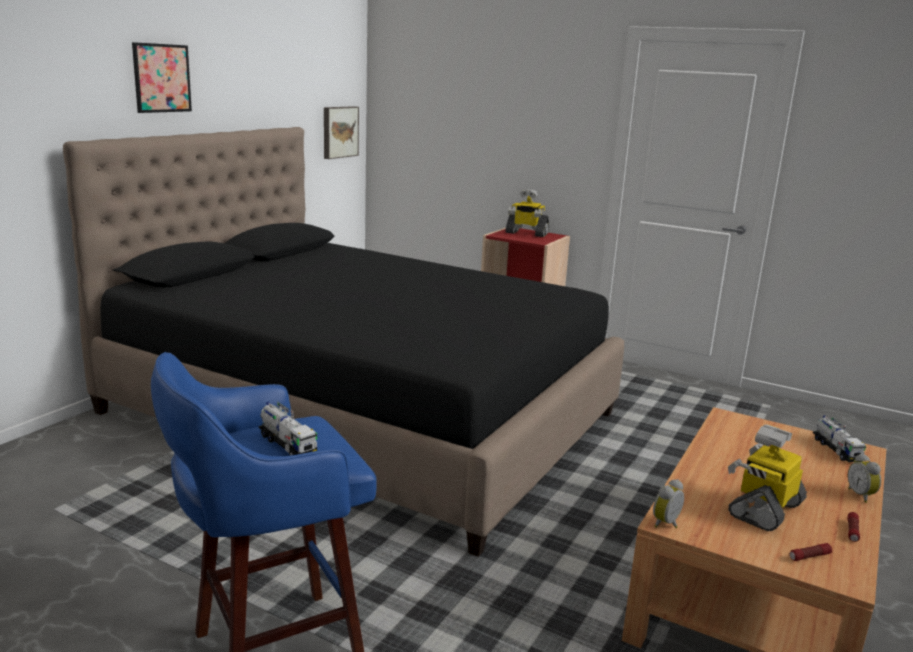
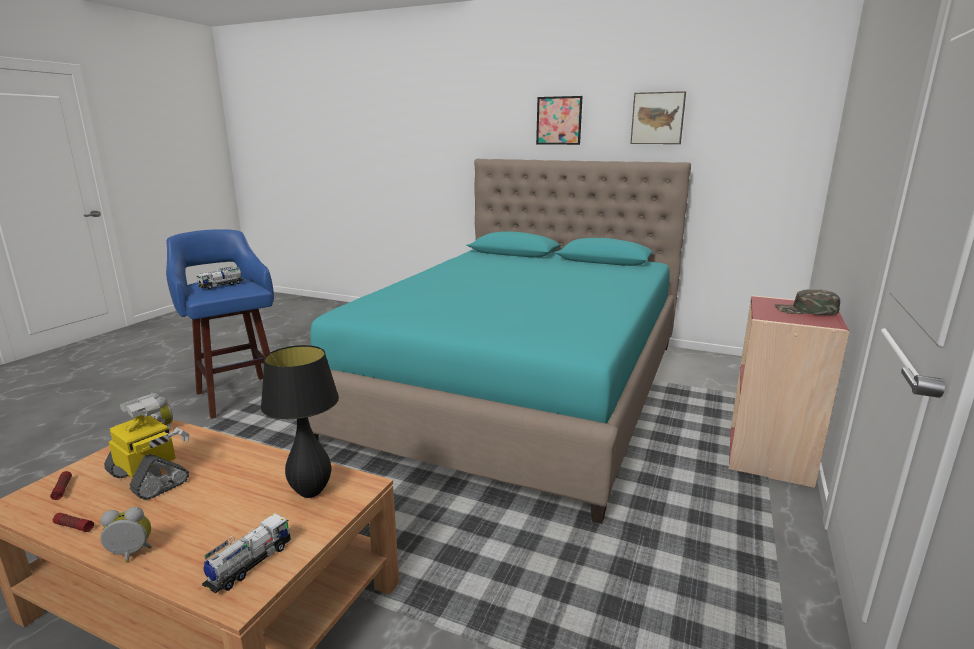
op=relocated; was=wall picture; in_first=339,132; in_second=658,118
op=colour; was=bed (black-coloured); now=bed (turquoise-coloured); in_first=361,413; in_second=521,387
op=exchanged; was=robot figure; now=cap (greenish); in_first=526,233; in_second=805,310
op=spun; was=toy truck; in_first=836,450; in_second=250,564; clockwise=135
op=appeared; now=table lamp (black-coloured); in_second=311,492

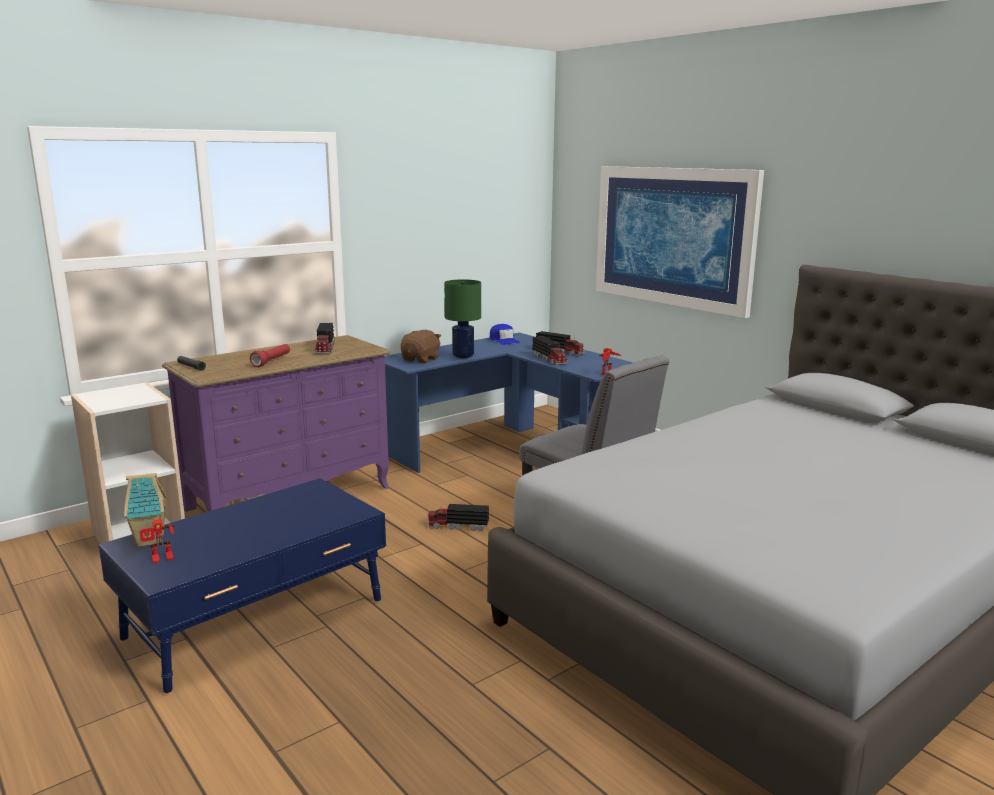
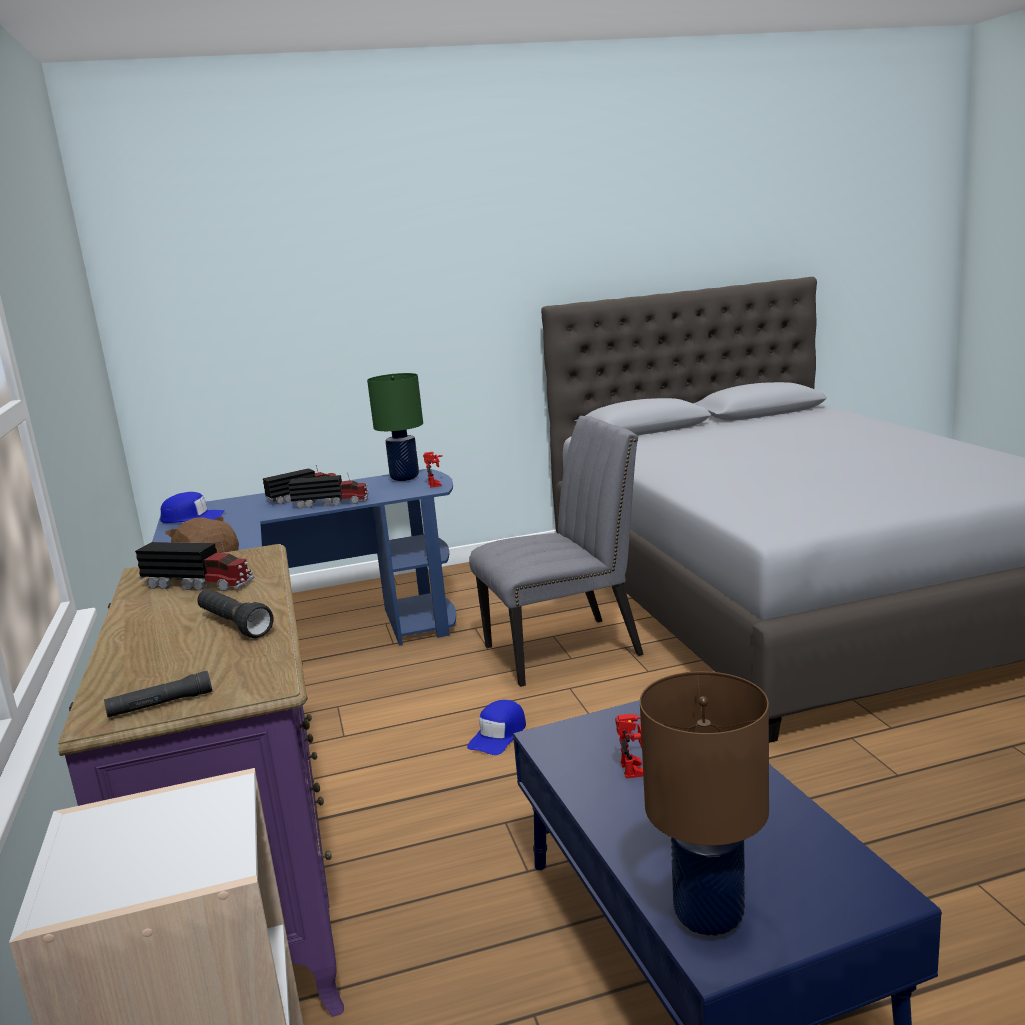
op=missing; was=wall picture; in_first=673,236
op=relocated; was=table lamp (greenish); in_first=463,357; in_second=405,479
op=colour; was=flashlight (red); now=flashlight (black-coloured); in_first=272,361; in_second=234,625
op=exchanged; was=toy house; now=table lamp (brownish); in_first=151,540; in_second=710,917
op=exchanged; was=toy truck; now=cap (blue); in_first=457,526; in_second=498,735
op=relocated; was=robot figure; in_first=161,560; in_second=637,770

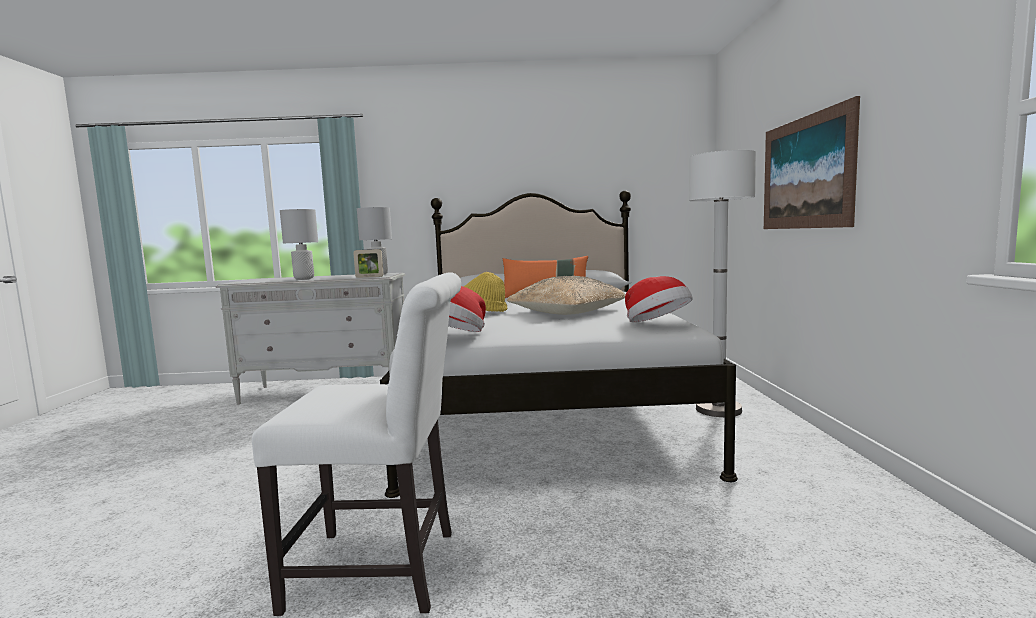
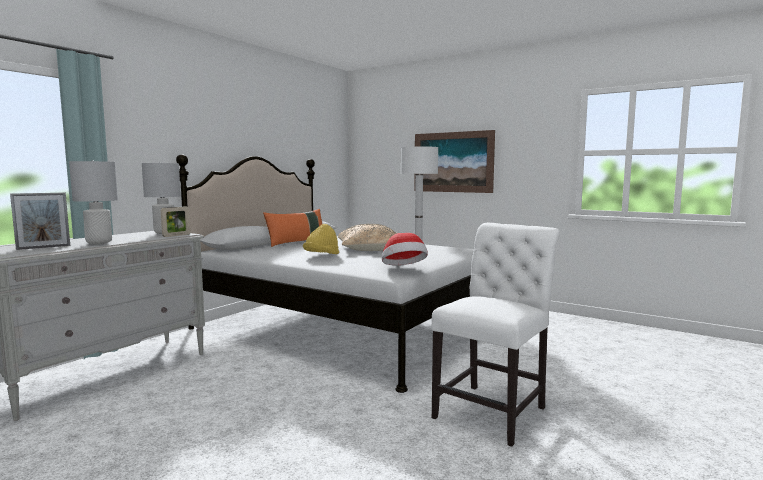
op=missing; was=hat; in_first=657,324
op=appeared; now=picture frame; in_second=43,247

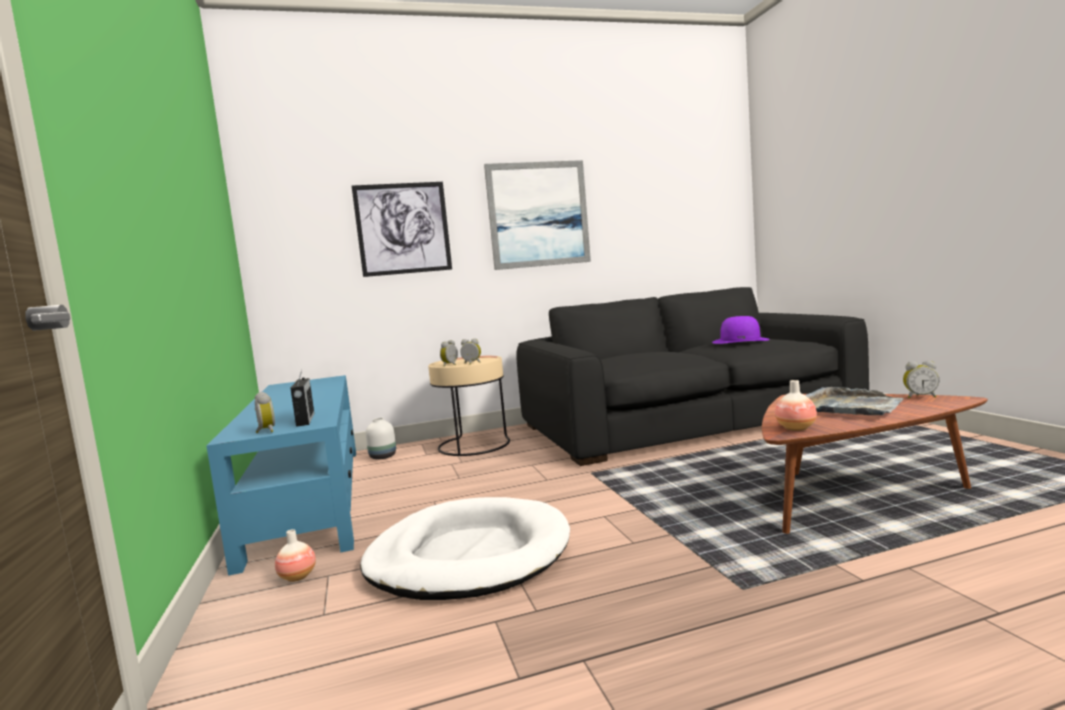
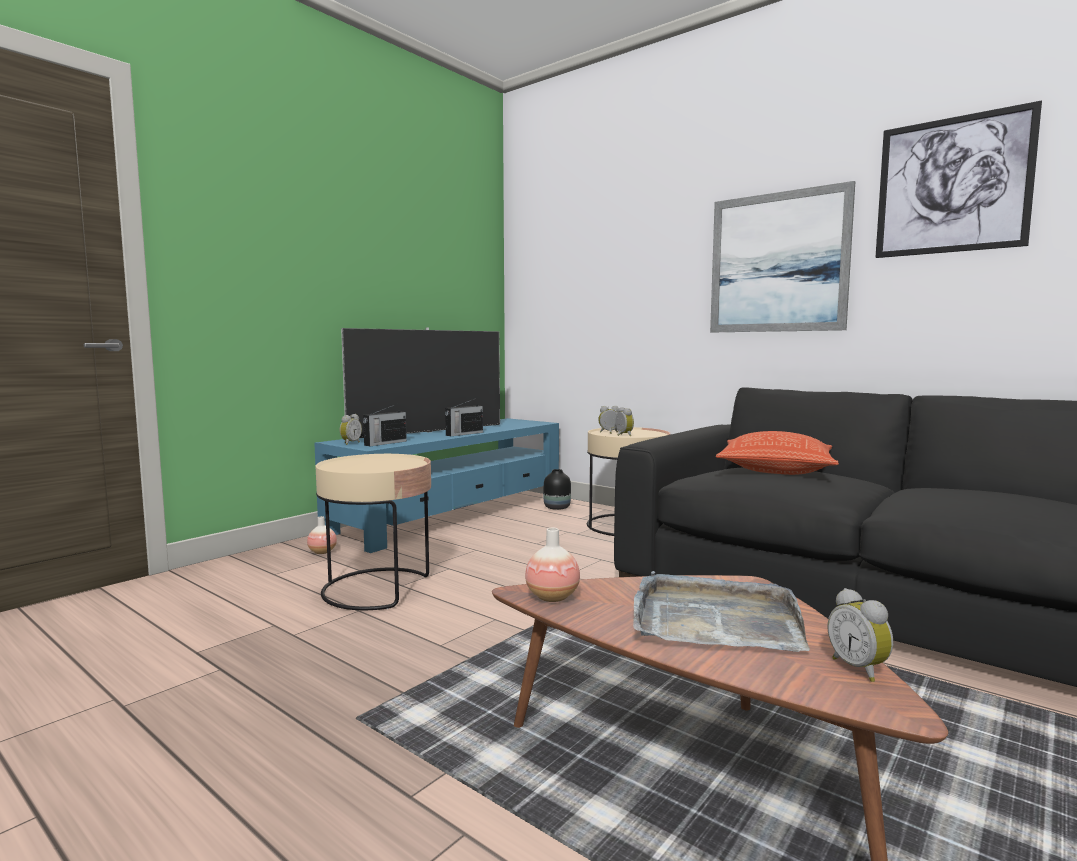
op=relocated; was=wall picture; in_first=403,228; in_second=952,185
op=missing; was=hat (purplish); in_first=740,341
op=colour; was=decorative vase (white); now=decorative vase (black-coloured); in_first=383,456; in_second=557,507
op=exchanged; was=dog bed (white); now=side table (beige-coloured); in_first=468,555; in_second=378,588
op=appeared; now=TV; in_second=428,432
op=appeared; now=radio receiver; in_second=463,434
op=appeared; now=pillow (orangey); in_second=776,470

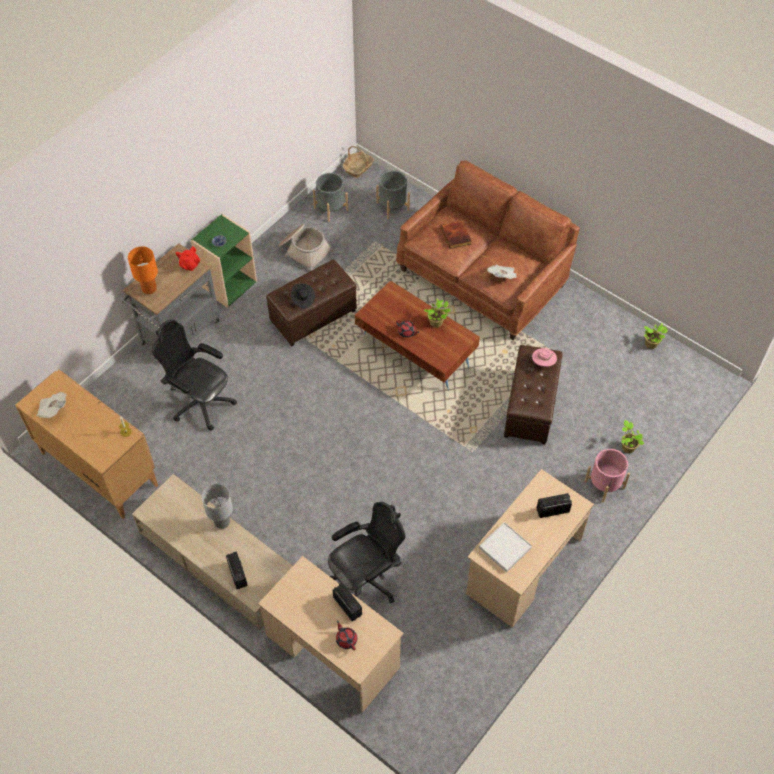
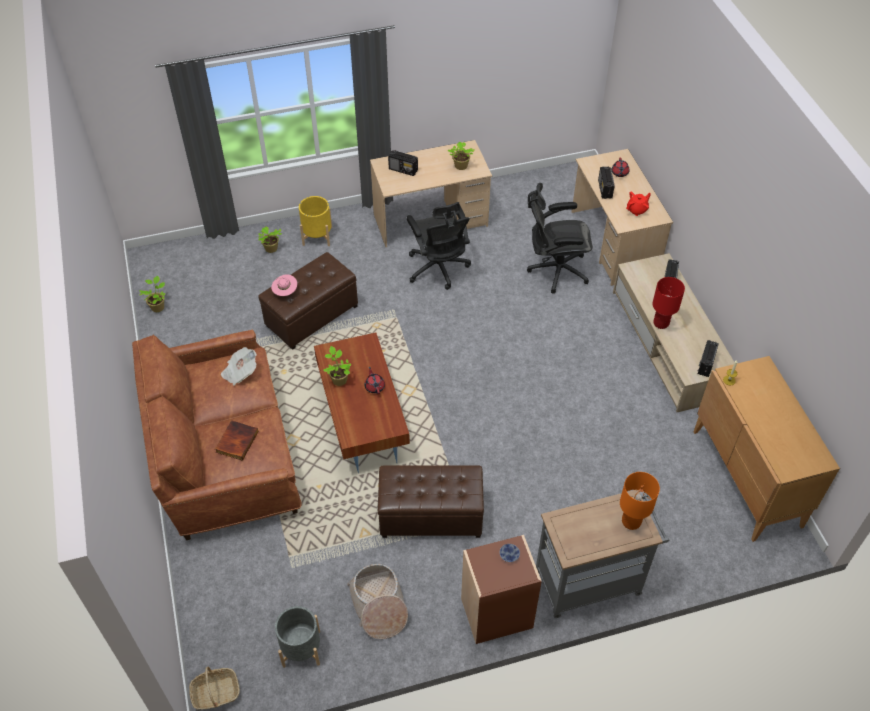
op=missing; was=flower pot (grey); in_first=392,206
op=colour; was=bookcase (greenish); now=bookcase (brownish); in_first=229,284; in_second=496,614
op=relocated; was=teapot (red); in_first=189,265; in_second=637,210
op=missing; was=hat (black-coloured); in_first=302,299
op=relocated; was=office chair; in_first=200,402; in_second=438,270
op=missing; was=newspaper; in_first=53,409
op=colour; was=flower pot (pink); now=flower pot (yellow); in_first=604,484; in_second=317,236
op=colour; was=table lamp (grey); now=table lamp (red); in_first=222,522; in_second=661,324
op=exchanged; was=tray (white); now=plant in a pot; in_first=505,548; in_second=460,166
op=appeared; now=radio receiver; in_second=705,365

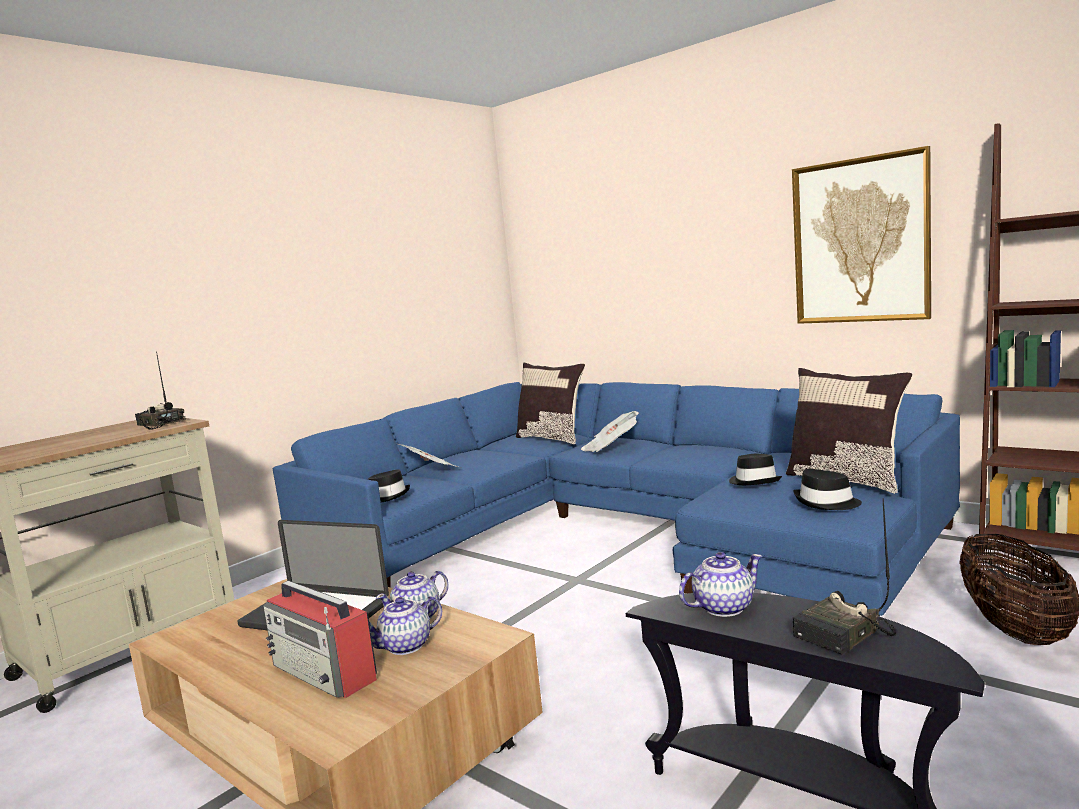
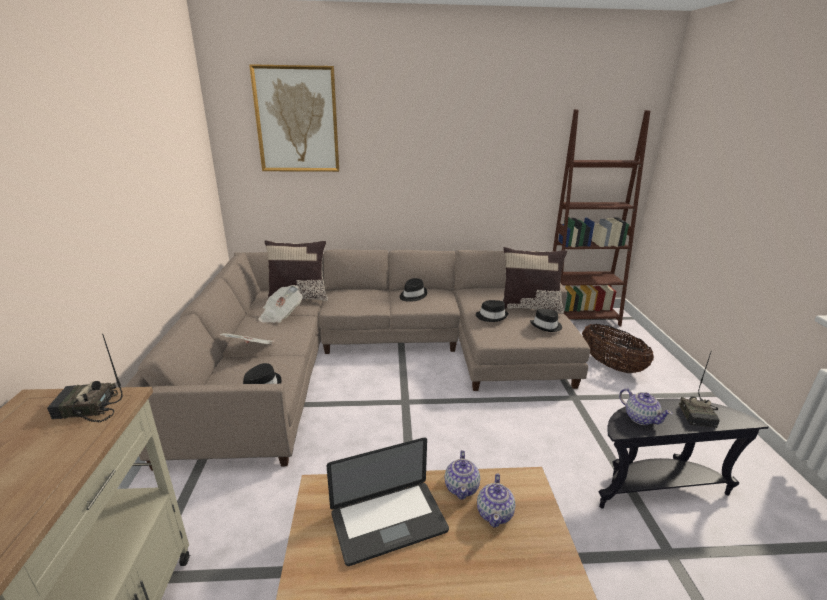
op=relocated; was=wall picture; in_first=860,241; in_second=297,120
op=colour; was=sofa (blue); now=sofa (beige-coloured); in_first=612,528; in_second=372,354
op=relocated; was=newspaper; in_first=610,448; in_second=281,315
op=spun; was=teapot; in_first=722,607; in_second=640,418; clockwise=120
op=missing; was=radio receiver; in_first=325,672
op=appeared; now=hat (black-coloured); in_second=412,295

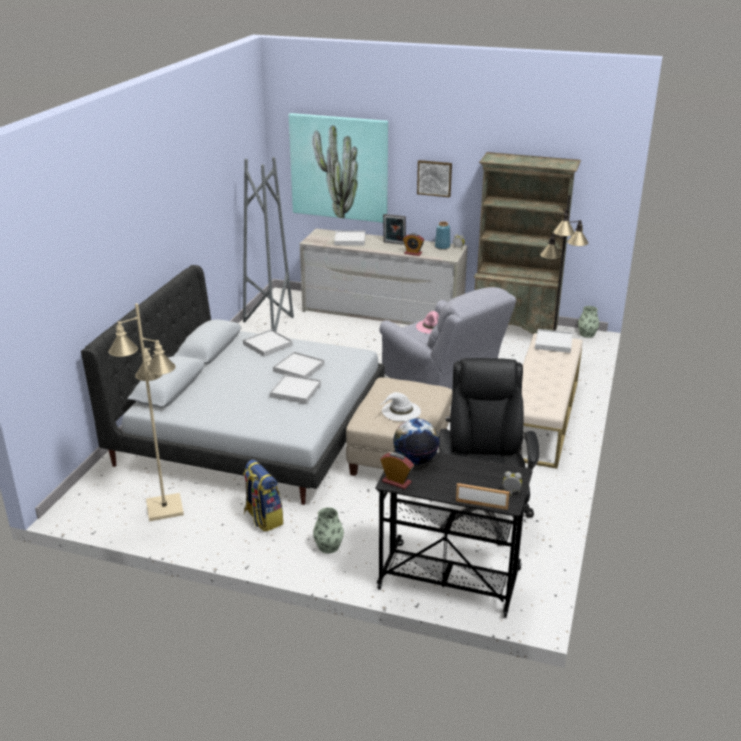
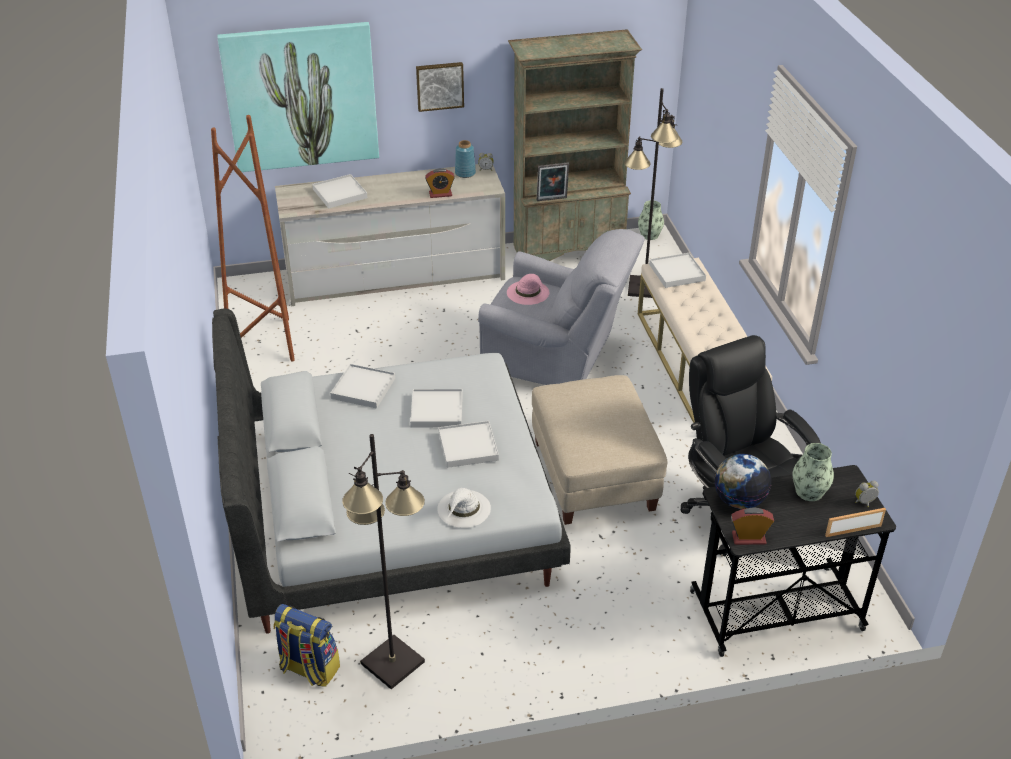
op=colour; was=garment rack (grey); now=garment rack (brownish); in_first=270,326; in_second=269,342
op=relocated; was=picture frame; in_first=394,243; in_second=552,200
op=colour; was=standing lamp (beige-coloured); now=standing lamp (black-coloured); in_first=164,508; in_second=391,663
op=relocated; was=hat (white); in_first=400,411; in_second=464,509
op=relocated; was=backpack; in_first=263,518; in_second=308,669
op=relocated; was=decorative vase; in_first=328,546; in_second=809,491

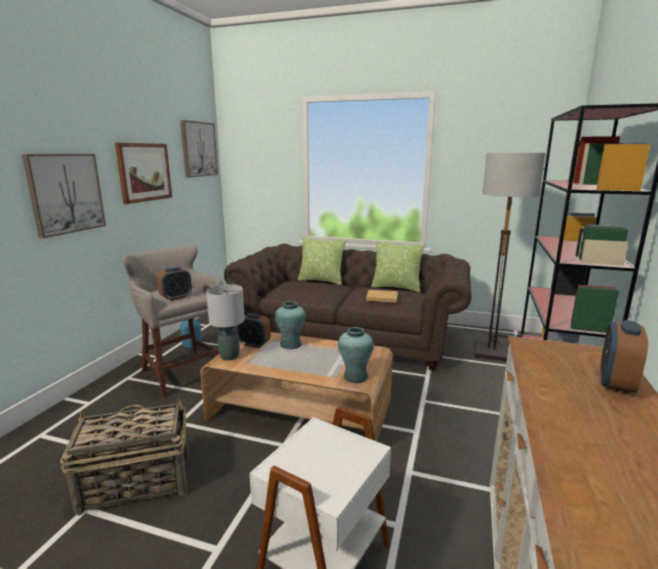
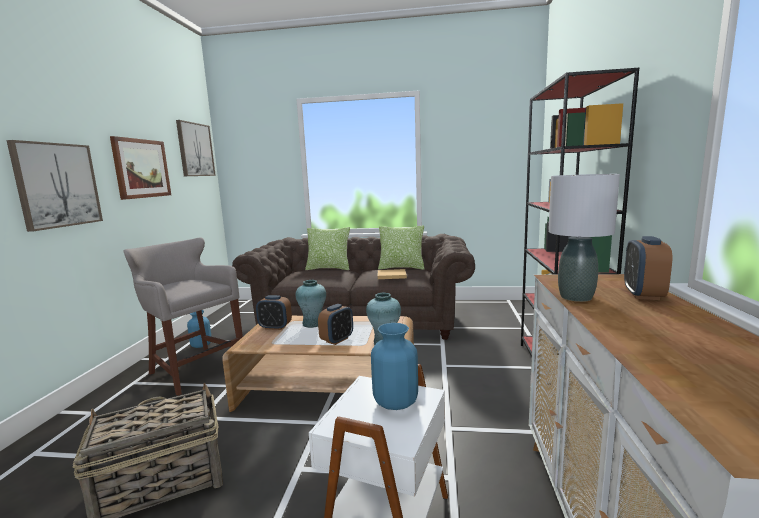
op=missing; was=standing lamp; in_first=495,349
op=relocated; was=bedside clock; in_first=176,297; in_second=337,340
op=relocated; was=table lamp (grey); in_first=229,357; in_second=576,297
op=appeared; now=decorative vase (blue); in_second=395,401

